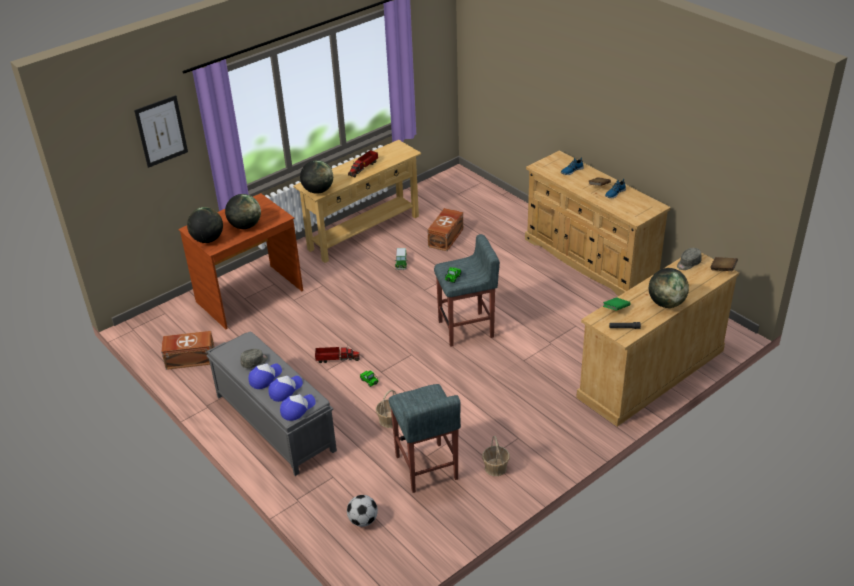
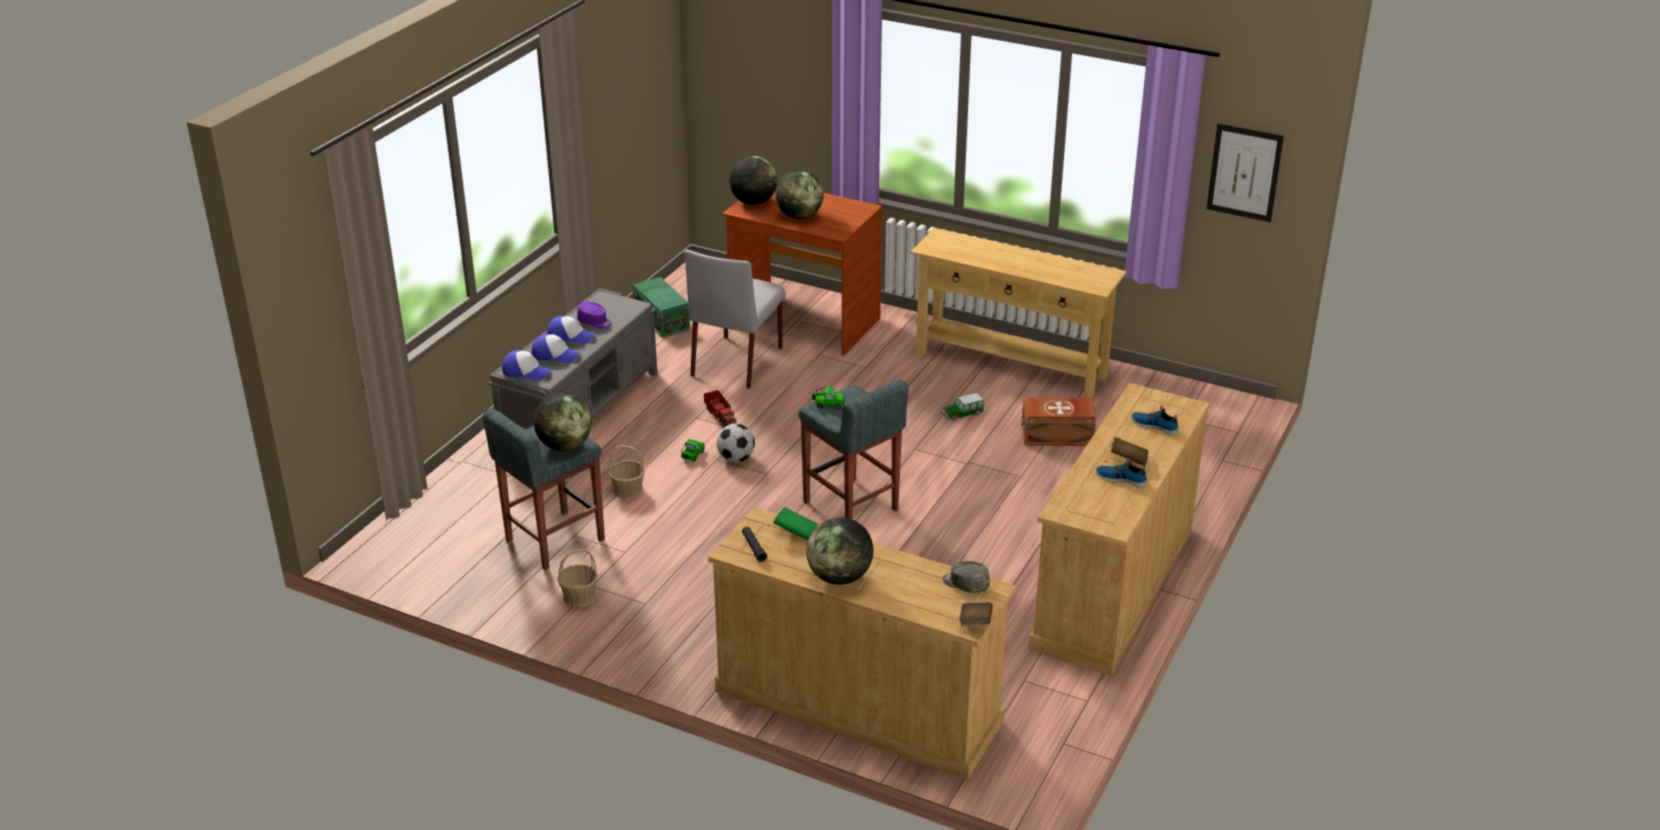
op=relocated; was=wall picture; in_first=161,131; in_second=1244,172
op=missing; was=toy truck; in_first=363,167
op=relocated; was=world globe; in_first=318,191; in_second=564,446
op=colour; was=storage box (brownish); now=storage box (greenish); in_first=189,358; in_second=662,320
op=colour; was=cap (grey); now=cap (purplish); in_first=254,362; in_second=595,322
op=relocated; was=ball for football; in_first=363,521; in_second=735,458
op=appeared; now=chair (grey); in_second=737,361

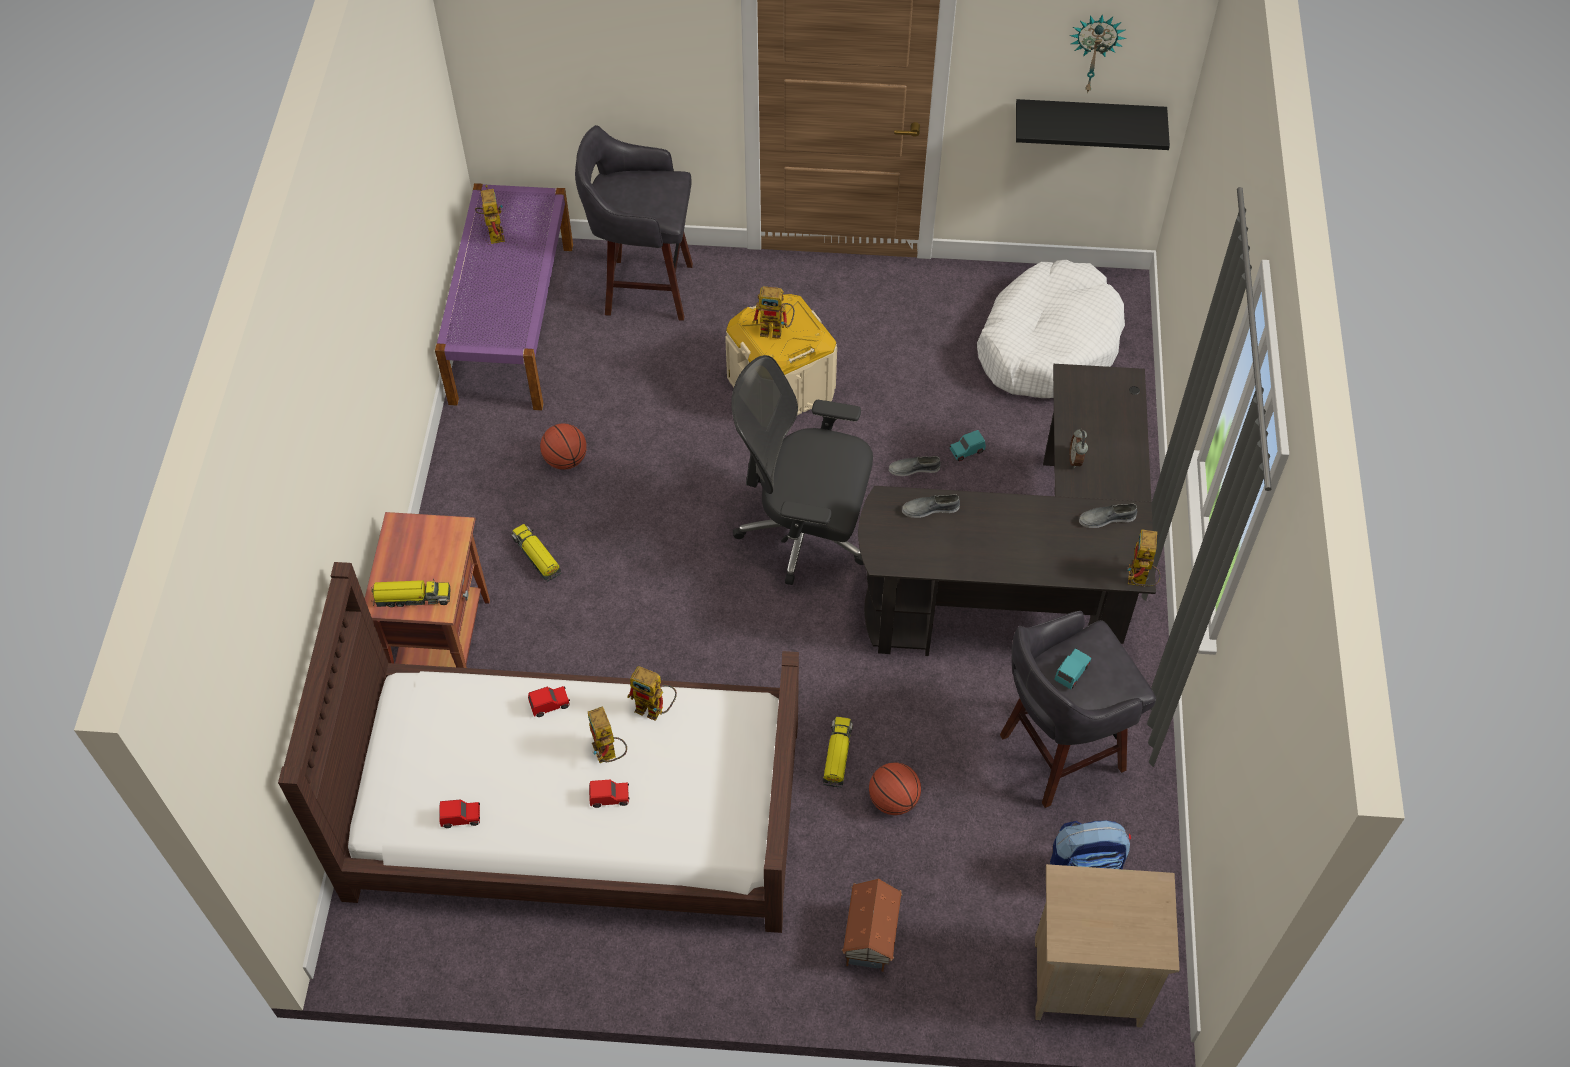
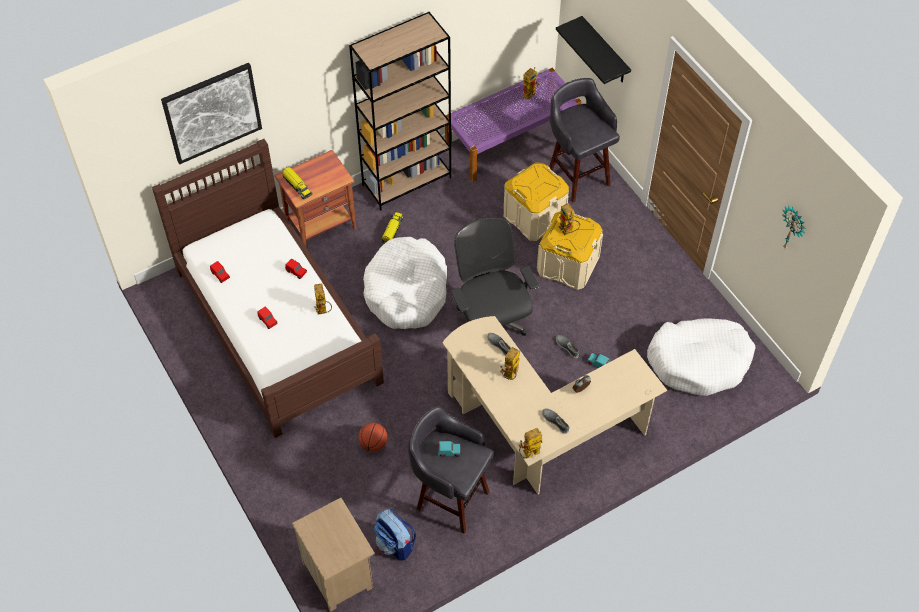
op=relocated; was=bracket shelf (black-coloured); in_first=1088,120; in_second=605,51
op=colour; was=desk unit (black-coloured); now=desk unit (beige-coloured); in_first=1025,581; in_second=540,431
op=missing; was=basketball ball; in_first=566,460
op=relocated; was=robot figure; in_first=608,754; in_second=510,376
op=missing; was=toy truck; in_first=837,755
op=missing; was=toy house; in_first=872,937
op=appeared; now=bookcase (beige-coloured); in_second=407,181
op=appeared; now=wall picture; in_second=212,112
op=appeared; now=storage box (beige-coloured); in_second=534,216
op=appeared; now=dog bed (white); in_second=406,291

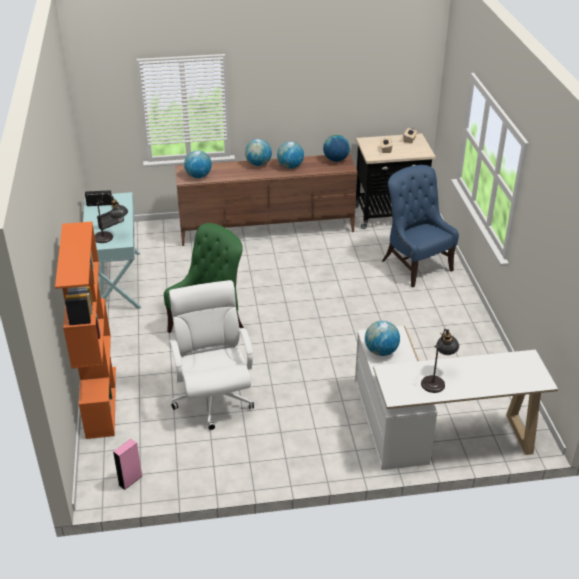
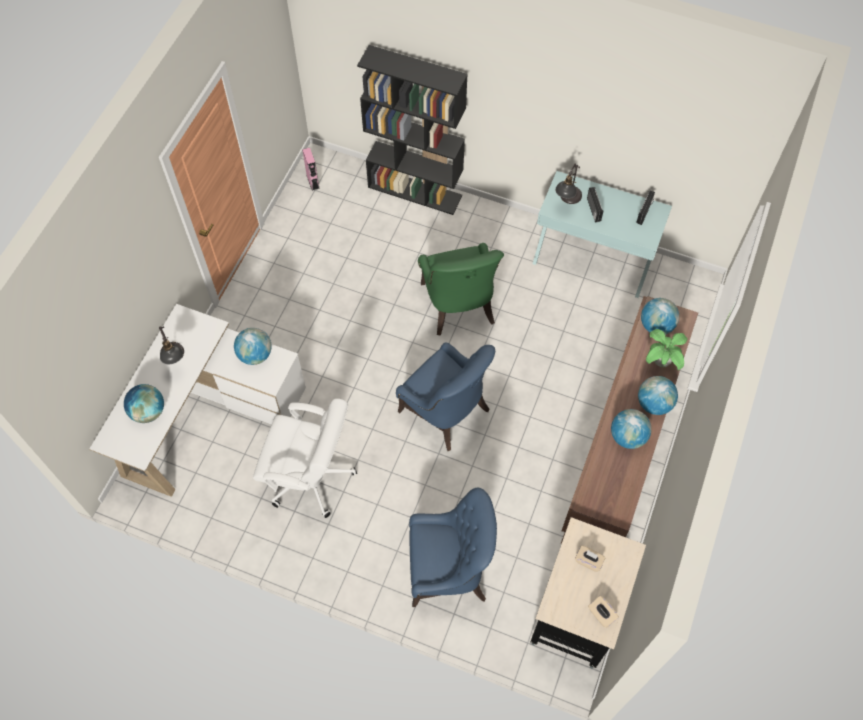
op=relocated; was=world globe; in_first=336,160; in_second=148,411
op=colour; was=bookcase (orangey); now=bookcase (black-coloured); in_first=100,401; in_second=415,191
op=relocated; was=office chair (white); in_first=213,399; in_second=310,476
op=appeared; now=plant in a pot; in_second=661,361
op=appeared; now=chair (blue); in_second=445,411

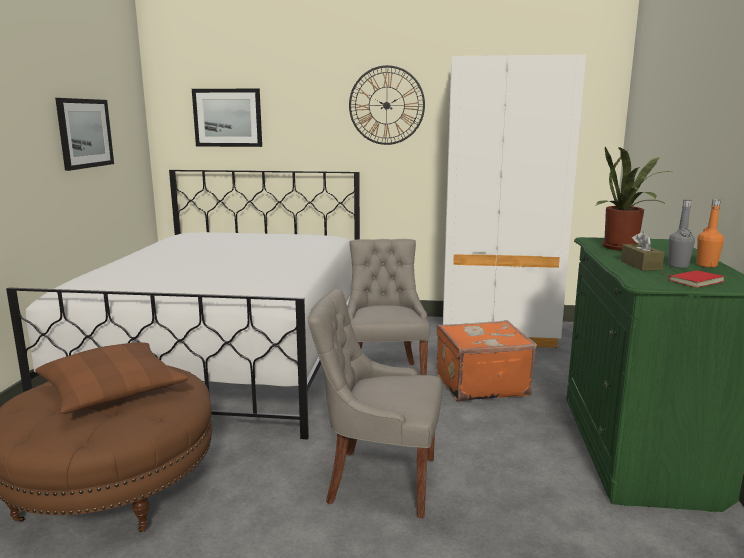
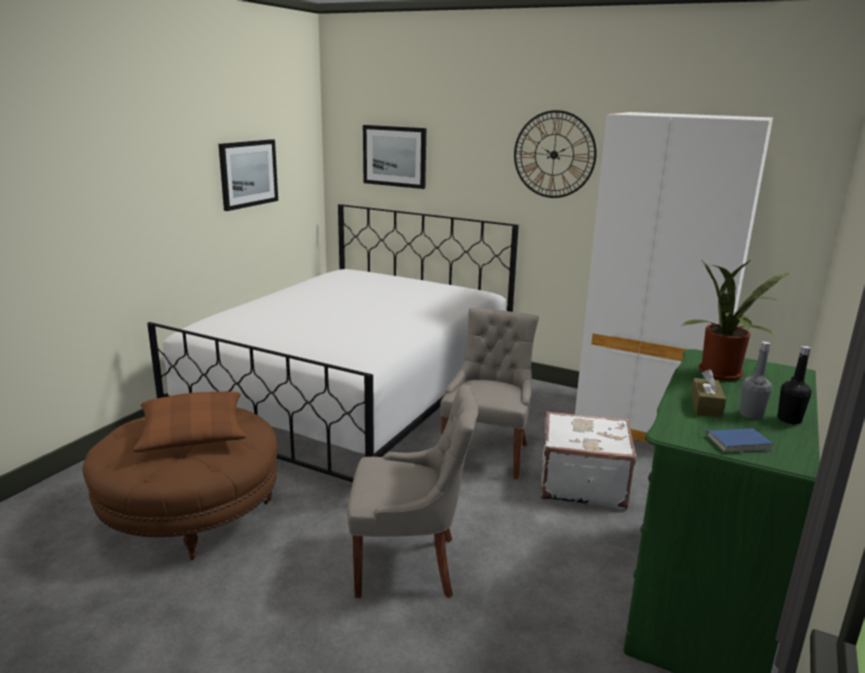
op=colour; was=drink bottle (orangey); now=drink bottle (black-coloured); in_first=706,265; in_second=789,420
op=colour; was=book (red); now=book (blue); in_first=694,281; in_second=737,442
op=spun; was=chair (grey); in_first=379,480; in_second=409,565; clockwise=150
op=colour; was=suitcase (orangey); now=suitcase (white); in_first=480,384; in_second=581,483

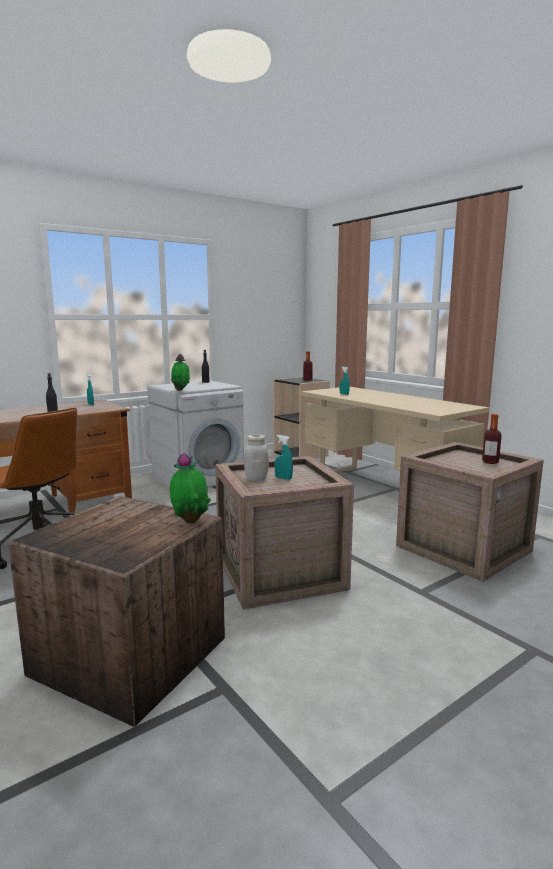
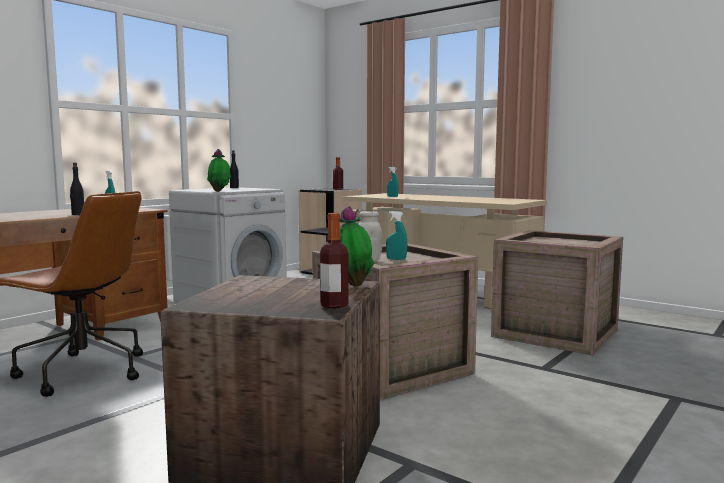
op=relocated; was=drink bottle; in_first=490,462; in_second=334,305

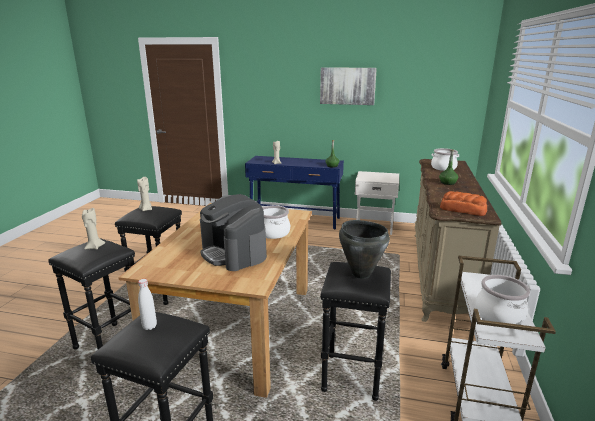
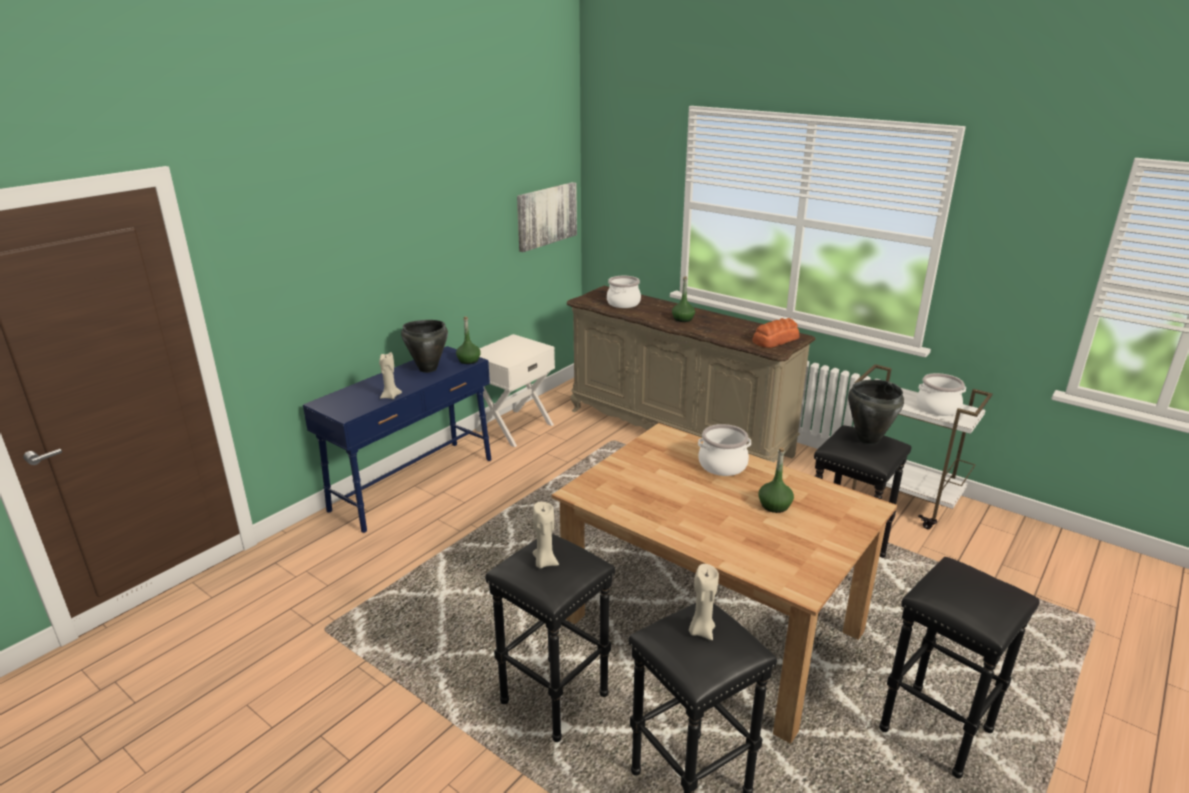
op=relocated; was=wall picture; in_first=347,86; in_second=546,216
op=exchanged; was=coffee machine; now=drink bottle (greenish); in_first=234,253; in_second=774,505
op=missing; was=drink bottle (white); in_first=149,326
op=appeared; now=cooking pot (black-coloured); in_second=427,369

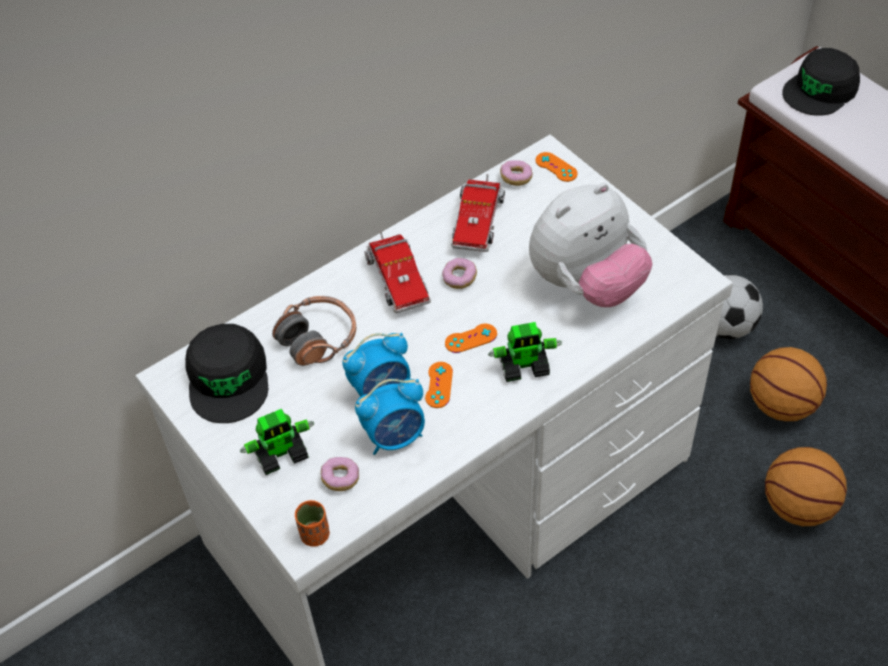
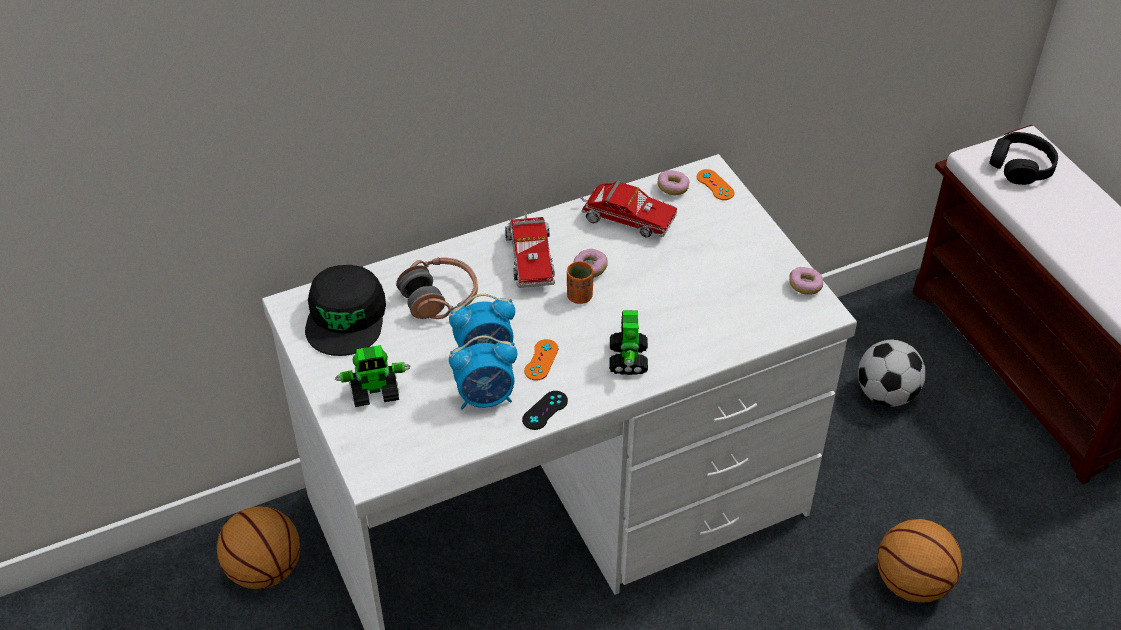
op=exchanged; was=cap (black-coloured); now=headset (black-coloured); in_first=821,90; in_second=1021,166
op=spun; was=toy truck; in_first=477,220; in_second=623,219; clockwise=-90
op=missing; was=cuddly toy; in_first=586,284
op=spun; was=robot figure; in_first=524,366; in_second=628,359; clockwise=90
op=missing; was=game controller (orangey); in_first=471,338
op=relocated; was=basketball ball; in_first=782,405; in_second=265,570
op=relocated; was=ring doughnut; in_first=340,478; in_second=805,286
op=relocated; was=small cup (orangey); in_first=315,535; in_second=579,296
op=appeared; now=game controller (black-coloured); in_second=545,410

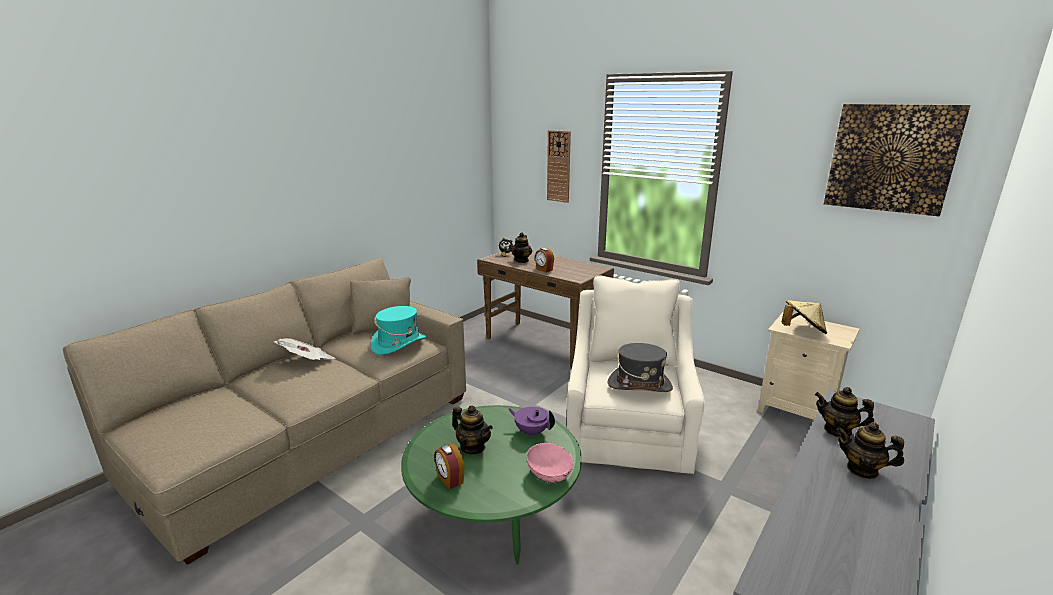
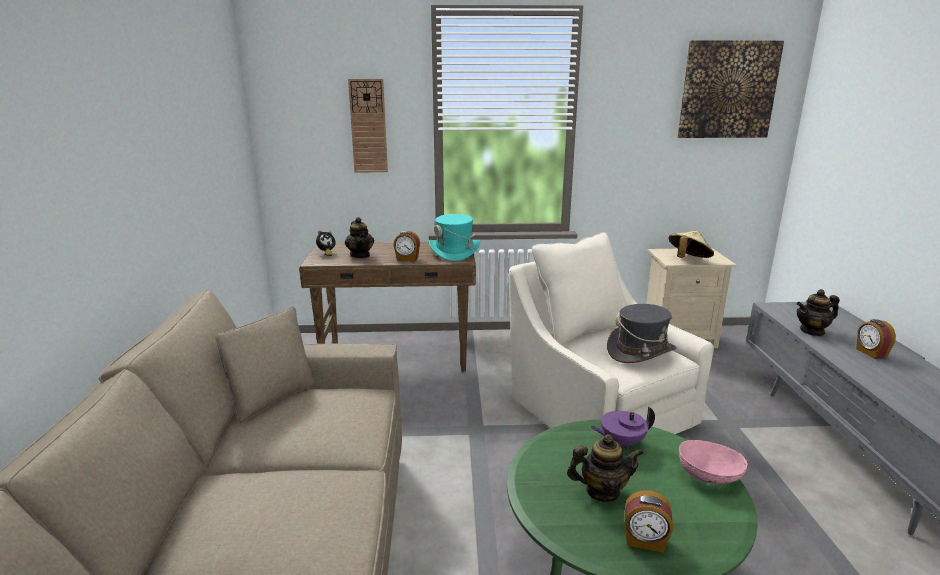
op=relocated; was=hat (turquoise-coloured); in_first=399,344; in_second=454,252
op=missing; was=newspaper; in_first=308,362
op=exchanged; was=teapot; now=bedside clock; in_first=862,470; in_second=870,353

